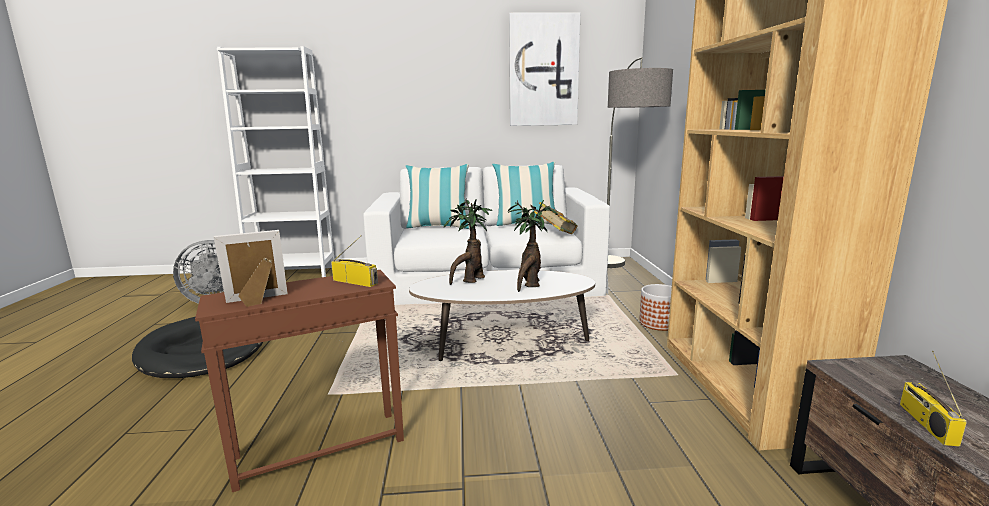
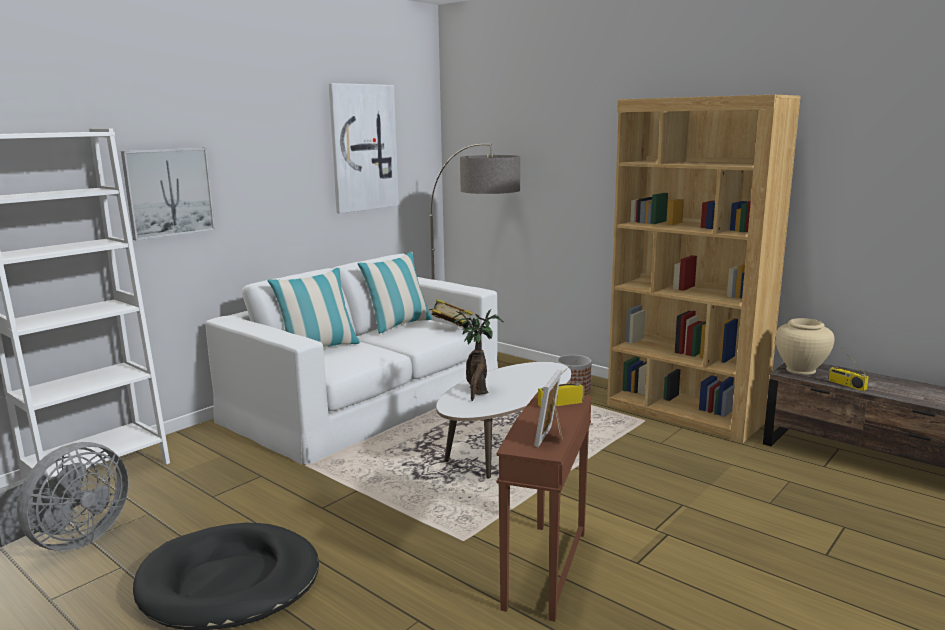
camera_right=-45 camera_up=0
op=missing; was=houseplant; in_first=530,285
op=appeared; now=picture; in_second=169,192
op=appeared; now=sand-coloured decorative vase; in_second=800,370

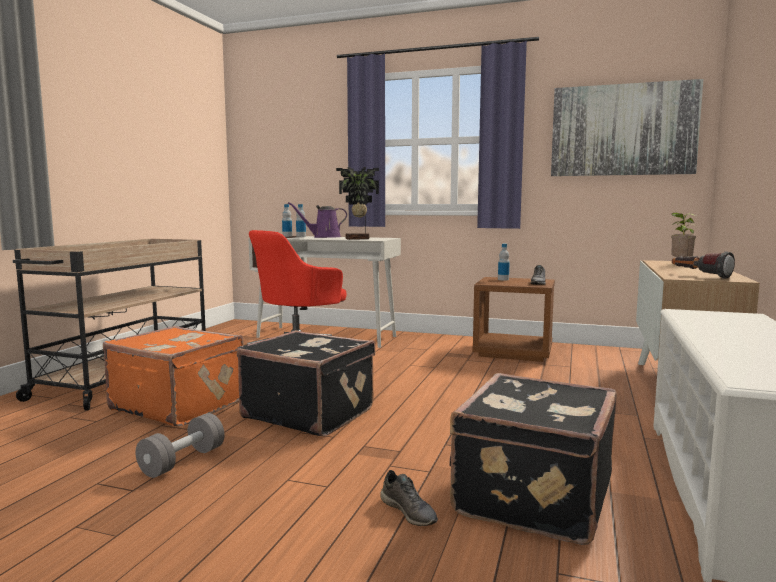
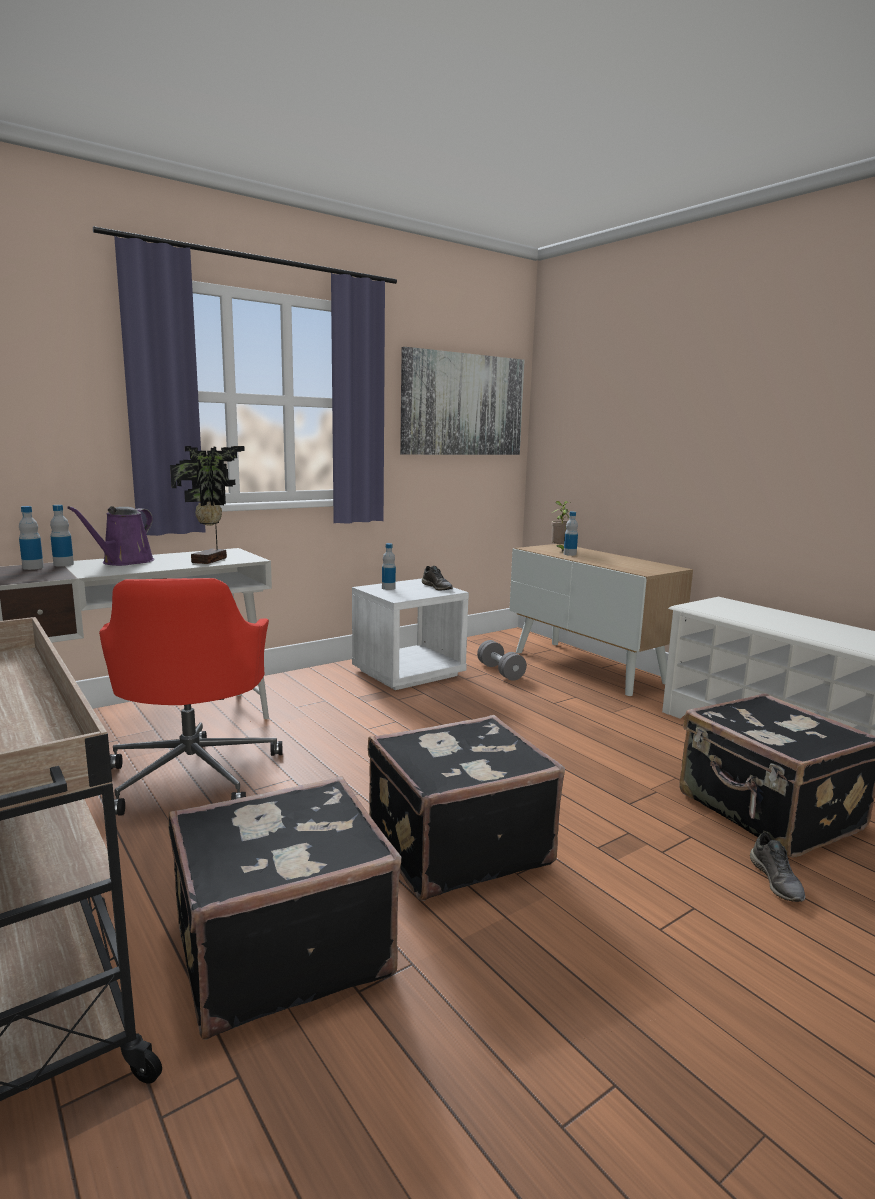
camera_right=-55 camera_up=5
op=colour; was=orange piece of luggage; now=black piece of luggage; in_first=179,405; in_second=279,947
op=relocated; was=greyish free weight; in_first=183,461; in_second=500,671
op=spun; was=greyish item of footwear; in_first=409,512; in_second=777,881; clockwise=90
op=colour; was=brown night table; now=whitish night table; in_first=513,352; in_second=409,673
op=missing; was=hand torch; in_first=700,276
op=appeared; now=bottle; in_second=569,554

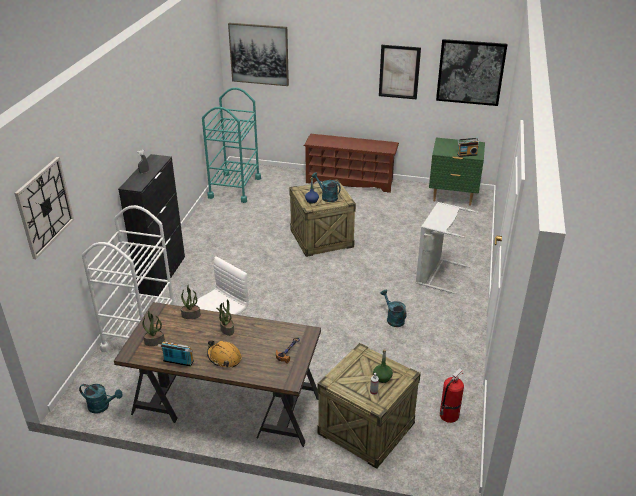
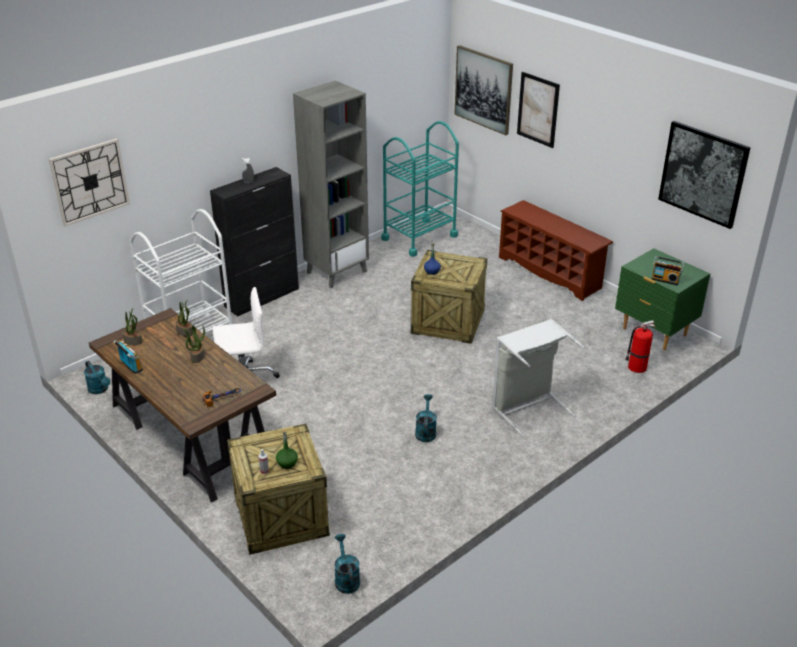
camera_right=35 camera_up=0
op=missing; was=orange safety helmet; in_first=224,357
op=relocated; was=turquoise watering pot; in_first=327,197; in_second=346,578
op=relocated; was=picture; in_first=399,72; in_second=538,109
op=relocated; was=extinguisher; in_first=448,416; in_second=636,367
op=appeared; now=greyish shelving unit; in_second=336,272

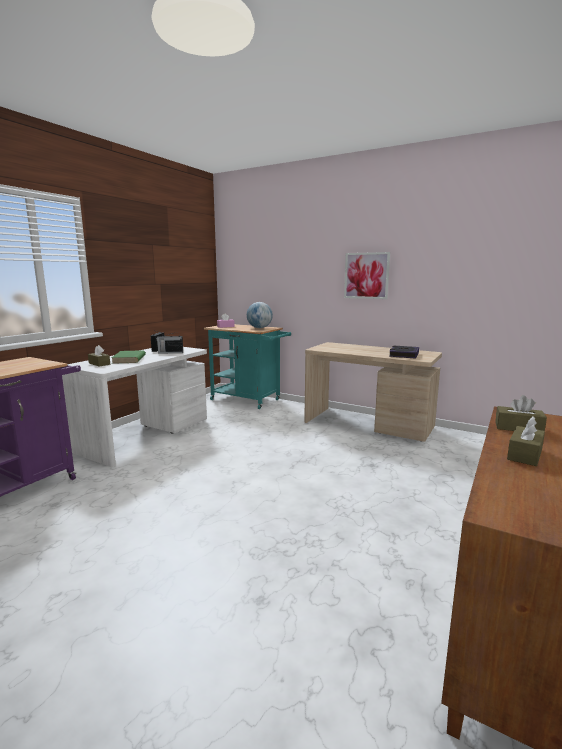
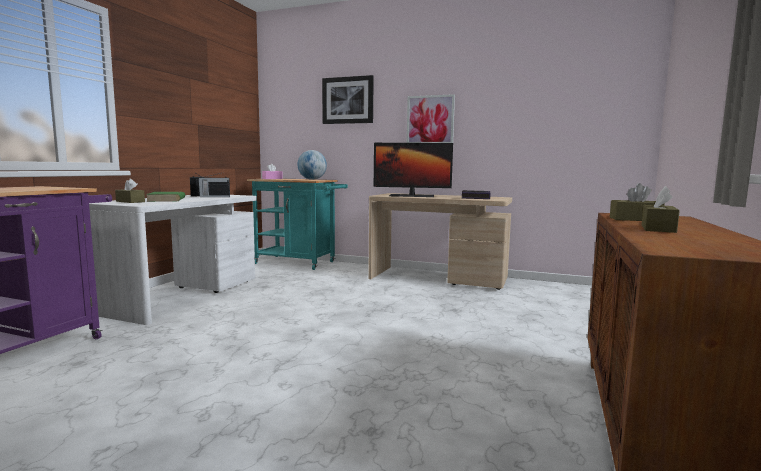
camera_right=-10 camera_up=-5
op=appeared; now=picture; in_second=348,100
op=appeared; now=computer screen; in_second=411,196

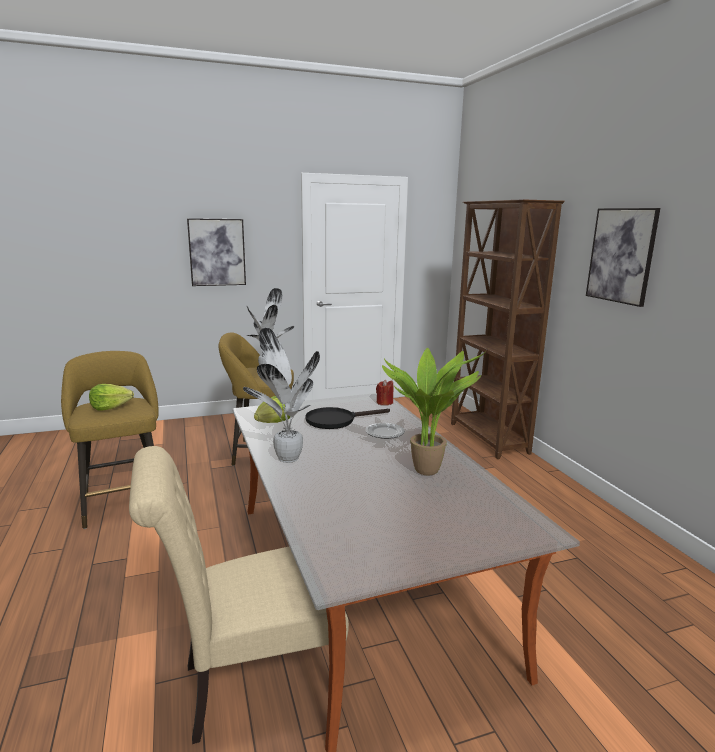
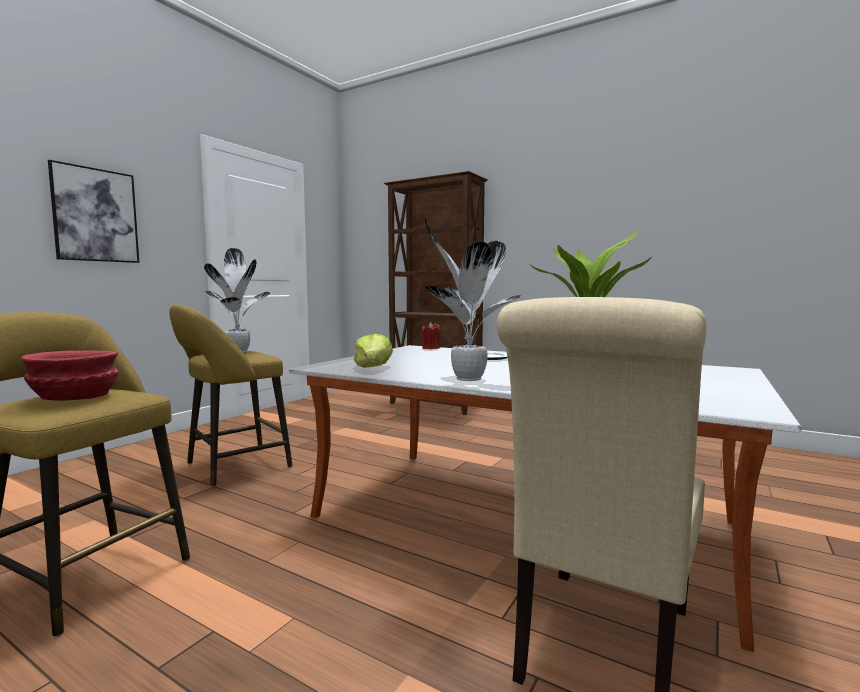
camera_right=-40 camera_up=-10
op=exchanged; was=lettuce head; now=reddish bowl; in_first=110,407; in_second=74,397
op=missing; was=black skillet; in_first=337,420
op=missing; was=picture; in_first=621,255

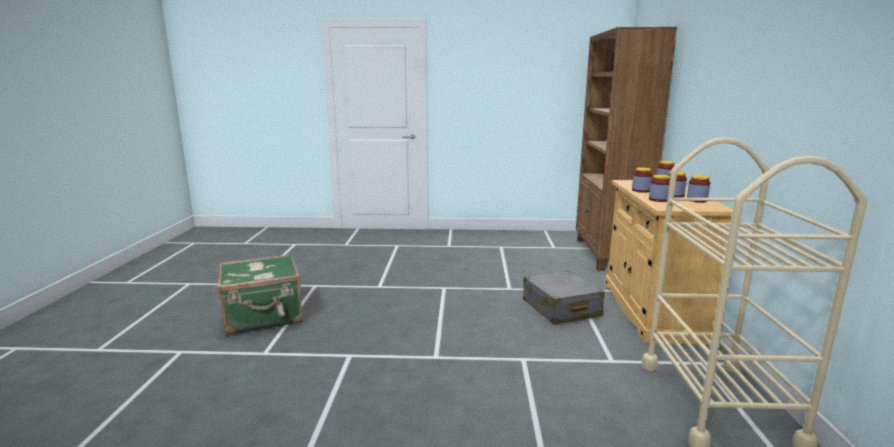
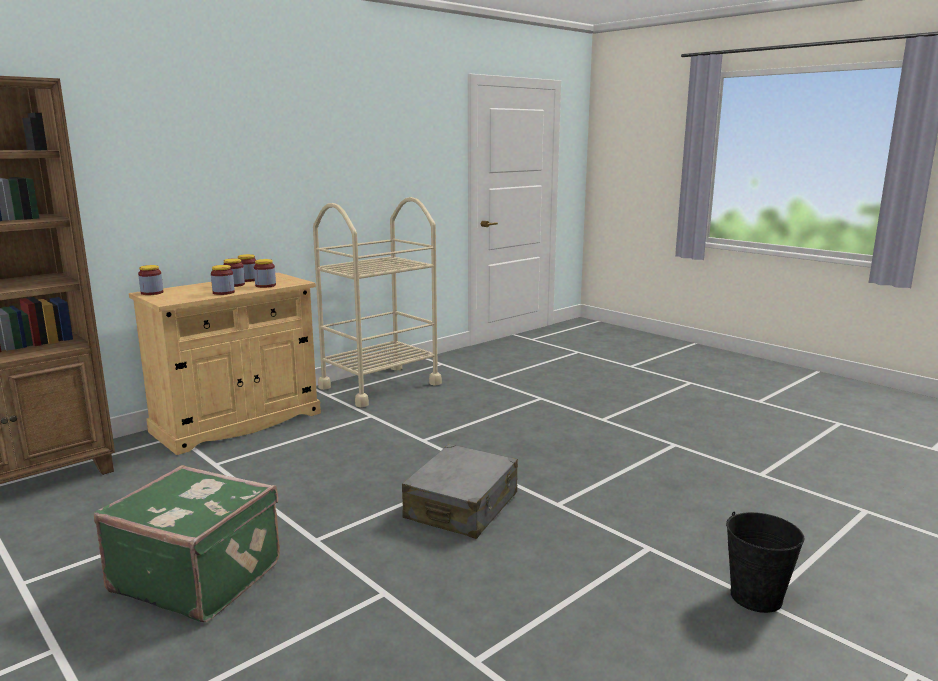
camera_right=-135 camera_up=0
op=relocated; was=green piece of luggage; in_first=264,317; in_second=198,576
op=relocated; was=greyish piece of luggage; in_first=561,308; in_second=462,506
op=appeared; now=black pail; in_second=756,596

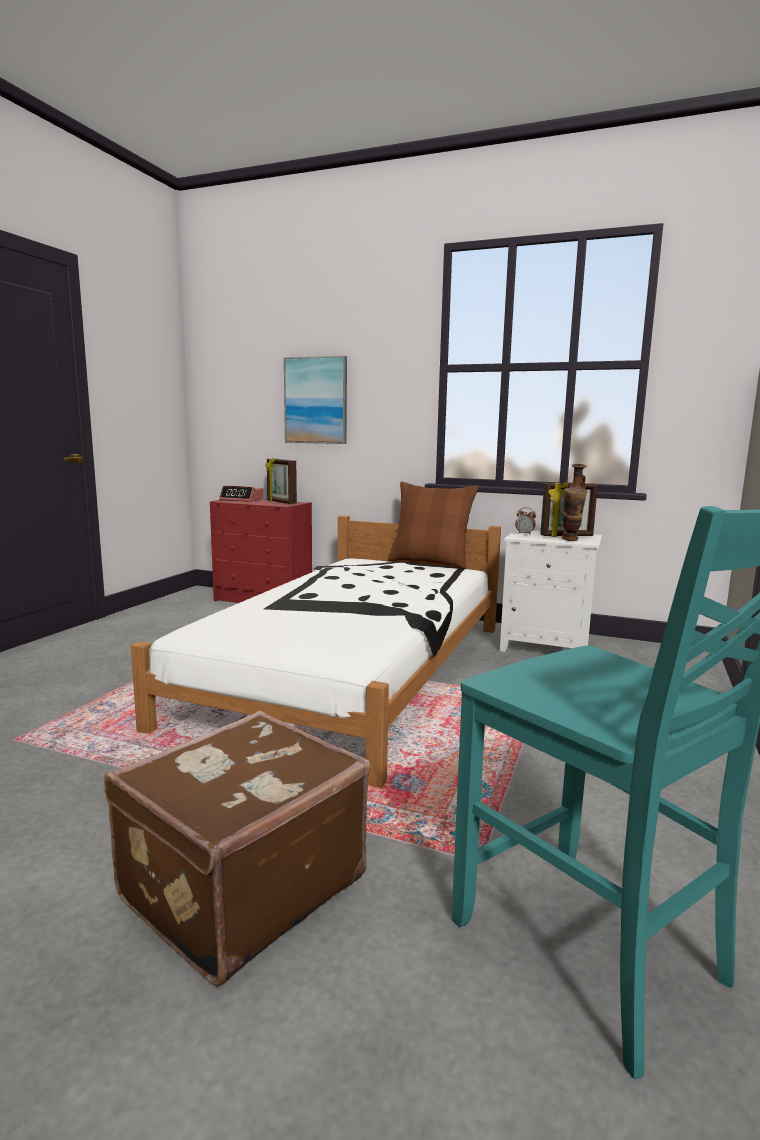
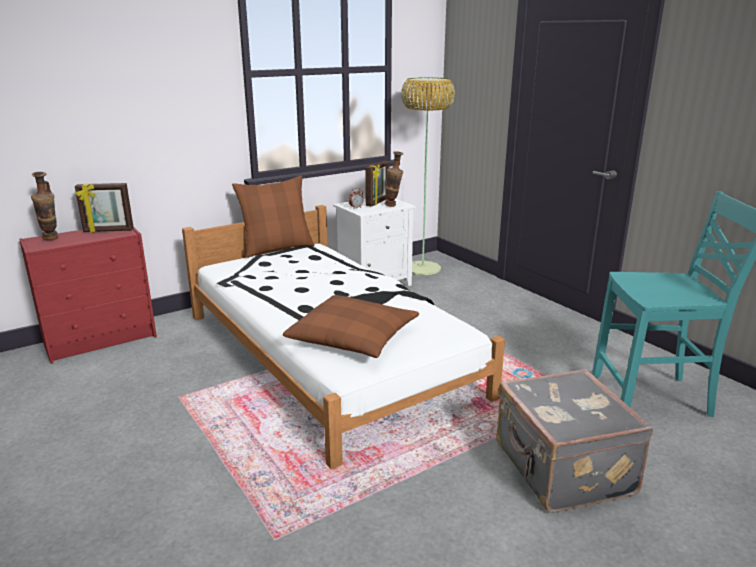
camera_right=-55 camera_up=10
op=colour; was=brown piece of luggage; now=greyish piece of luggage; in_first=239,886; in_second=561,470
op=exchanged; was=alarm clock; now=decorative vase; in_first=242,500; in_second=51,239
op=missing; was=picture; in_first=316,400
op=appeared; now=brown cushion; in_second=353,338
op=appeared; now=standing lamp; in_second=422,268

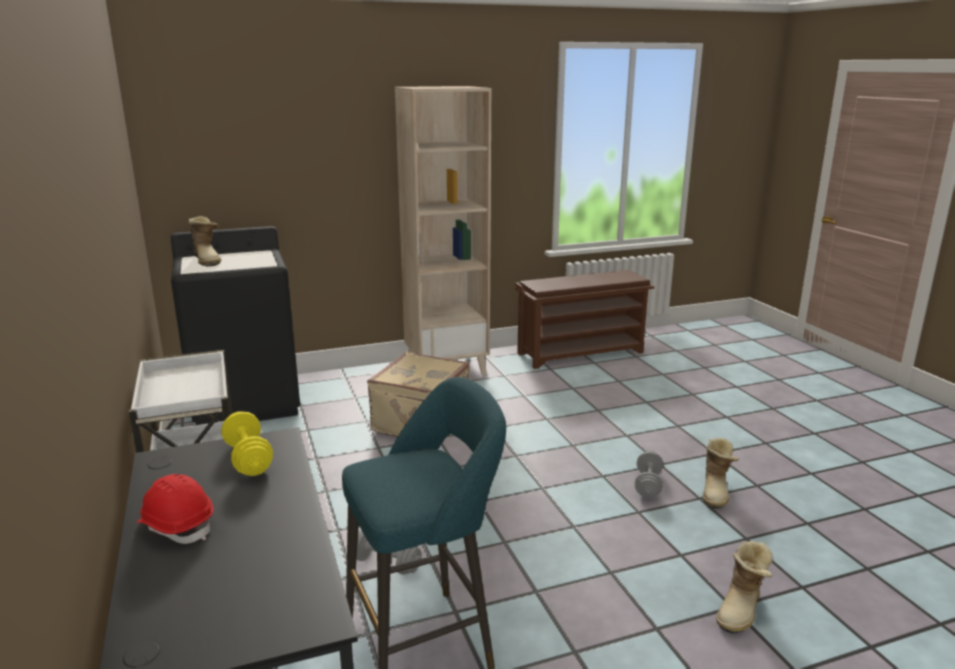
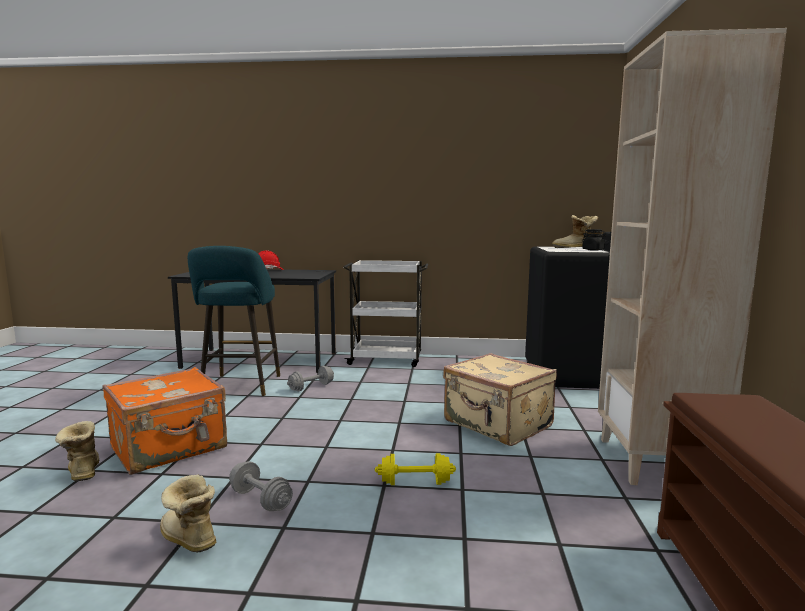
camera_right=115 camera_up=-10
op=relocated; was=yellowish free weight; in_first=248,459; in_second=415,483
op=appeared; now=orange piece of luggage; in_second=170,448
op=appeared; now=black jar; in_second=593,250

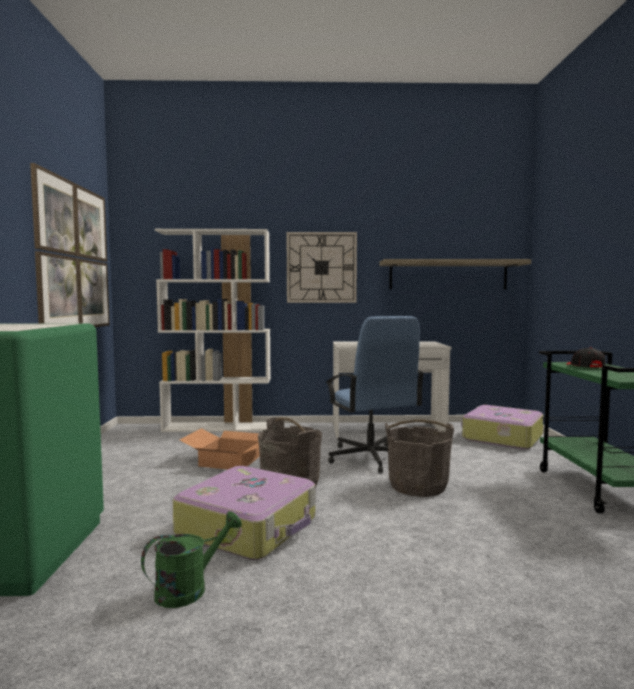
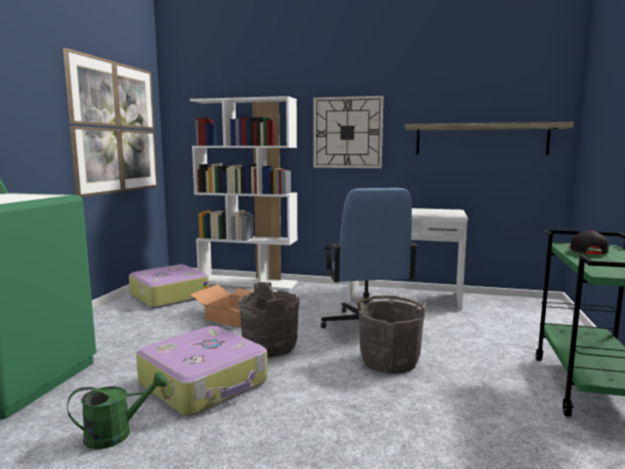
camera_right=15 camera_up=5
op=relocated; was=piece of luggage; in_first=501,437; in_second=168,295

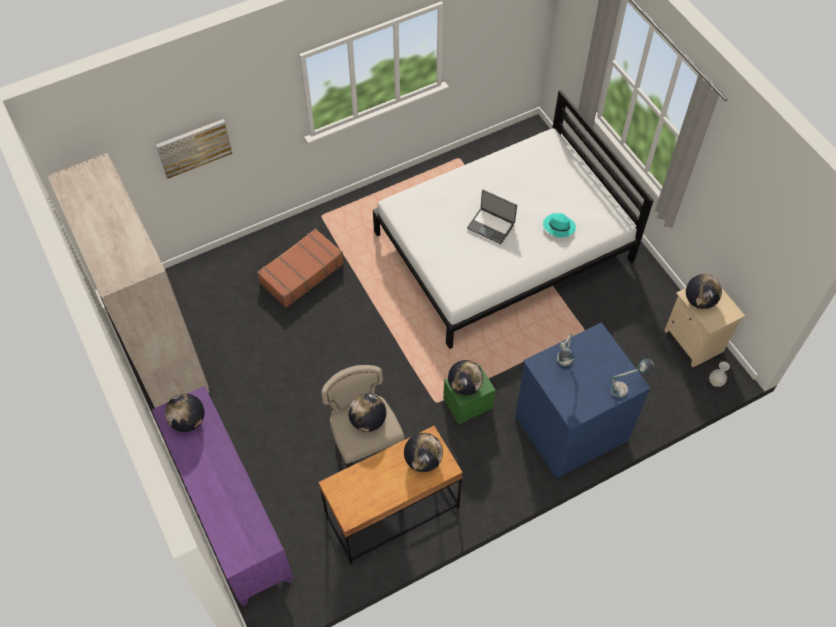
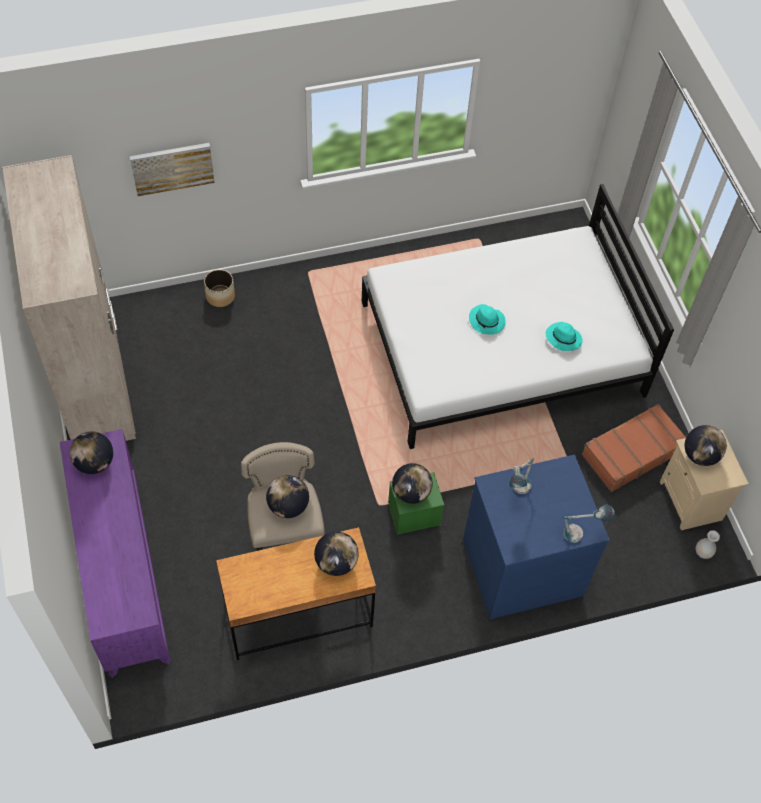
camera_right=10 camera_up=0
op=relocated; was=brown piece of luggage; in_first=301,273; in_second=631,453
op=exchanged; was=notebook computer; now=turquoise hat; in_first=491,226; in_second=487,321
op=appeared; now=flower pot; in_second=220,296

